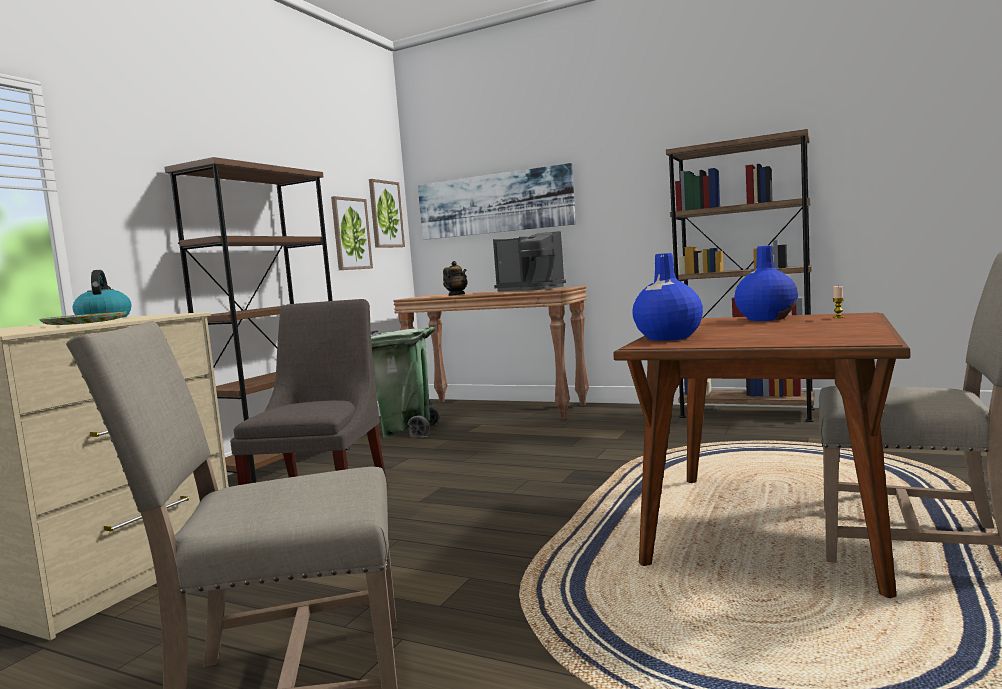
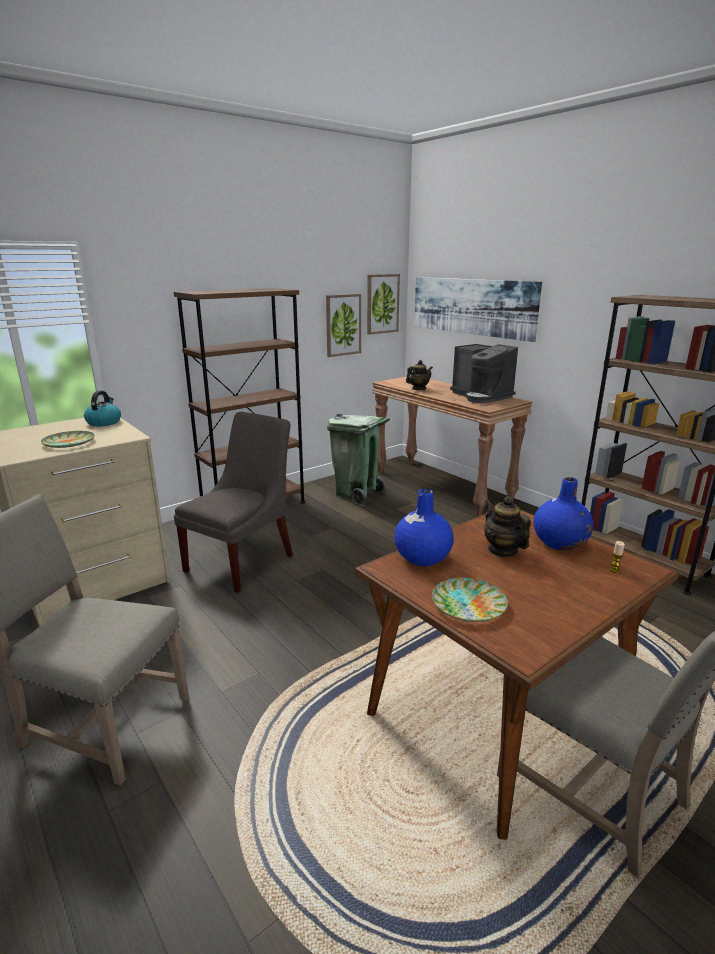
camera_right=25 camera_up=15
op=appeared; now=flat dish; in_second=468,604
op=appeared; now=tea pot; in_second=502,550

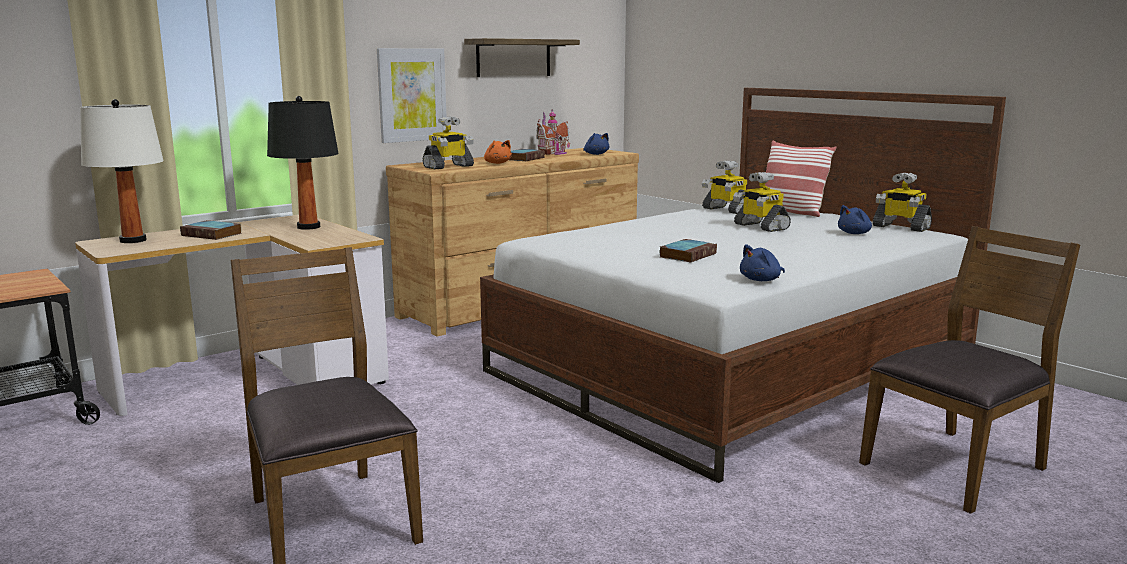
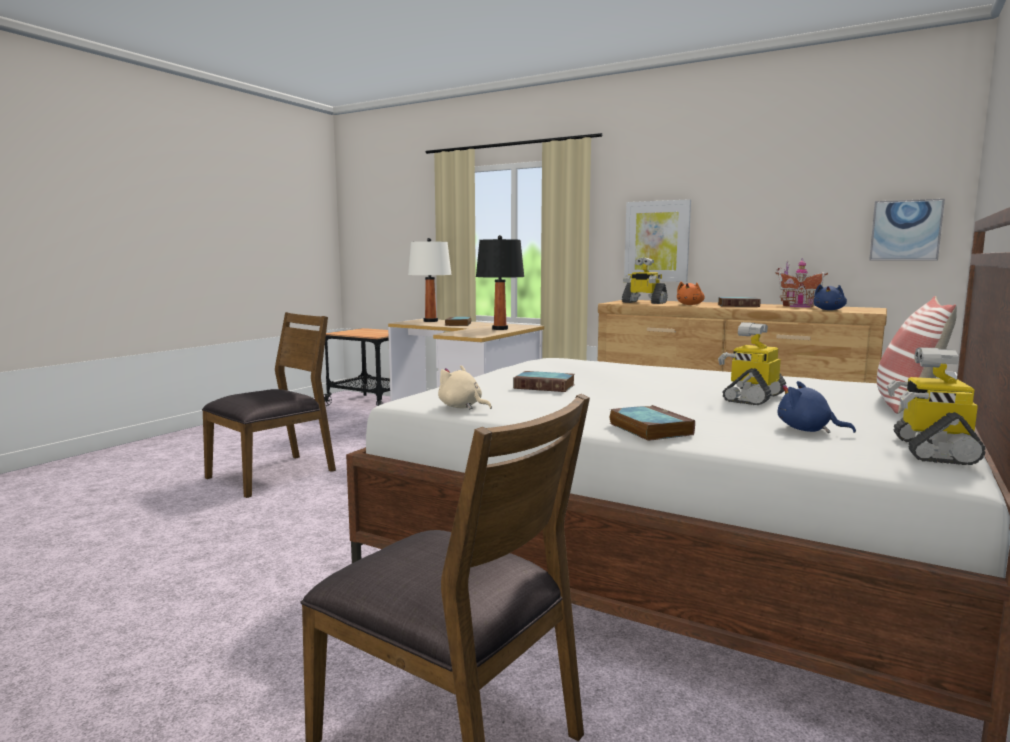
camera_right=70 camera_up=-5
op=missing; was=bracket shelf; in_first=513,58
op=missing; was=robot figure; in_first=726,210
op=colour; was=blue-coloured soft toy; now=sand-coloured soft toy; in_first=761,280; in_second=462,407
op=appeared; now=bound book; in_second=648,428
op=appeared; now=picture; in_second=905,230

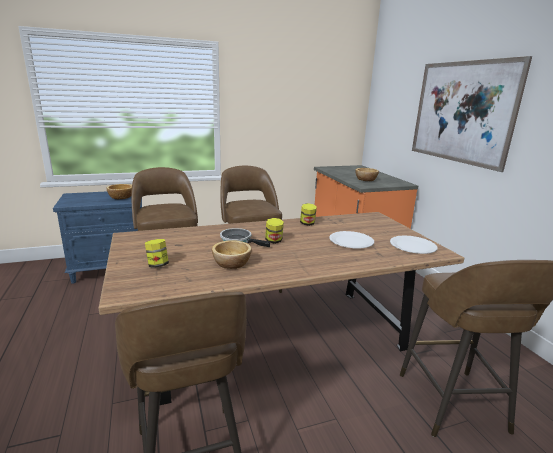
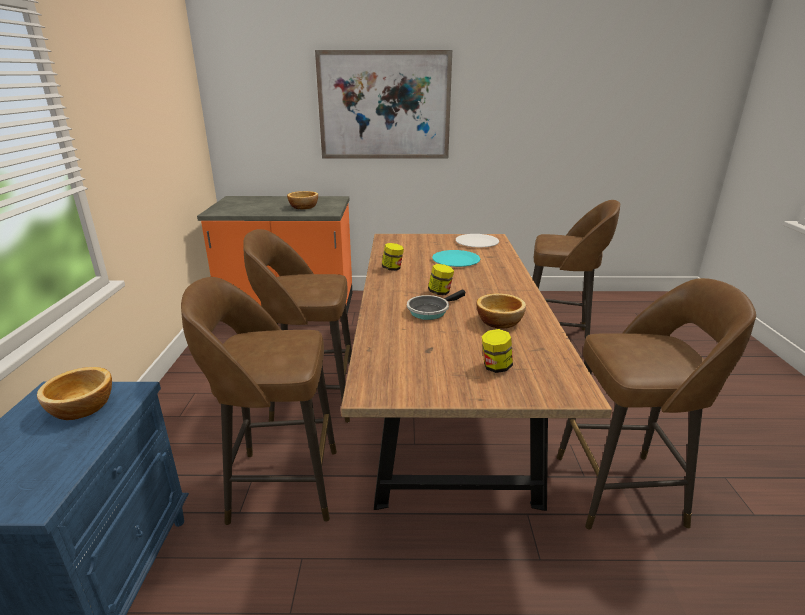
camera_right=-70 camera_up=5
op=colour; was=whitish flat dish; now=turquoise flat dish; in_first=351,241; in_second=455,260

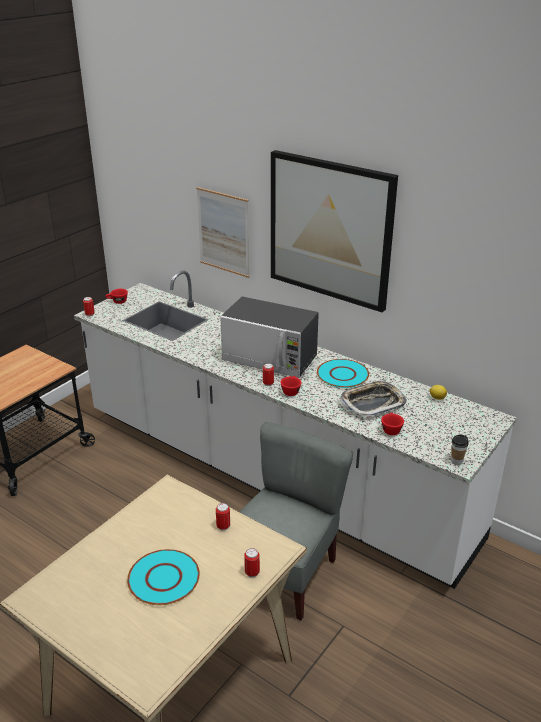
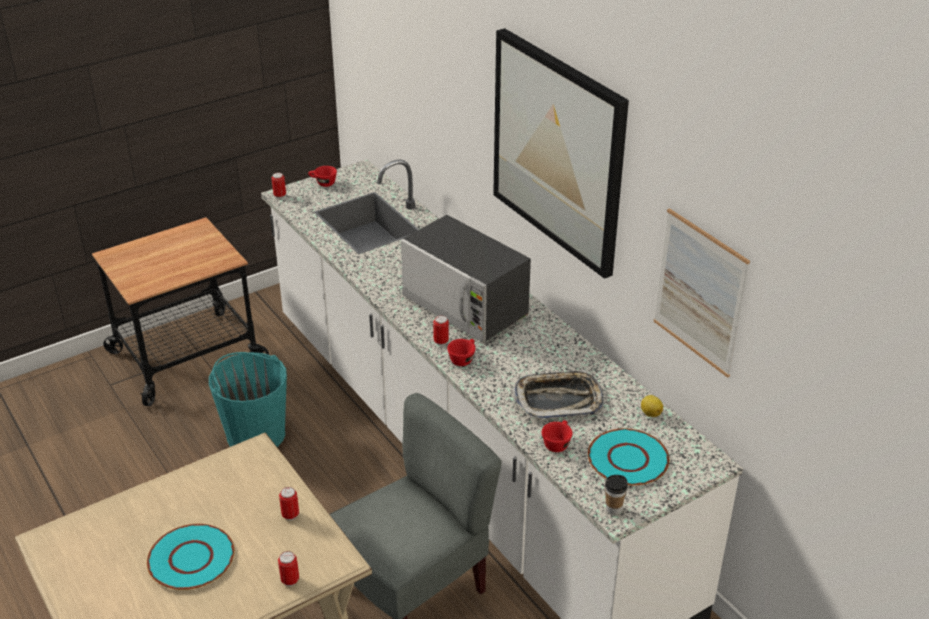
camera_right=20 camera_up=5
op=relocated; was=picture; in_first=223,232; in_second=699,292
op=relocated; was=turquoise flat dish; in_first=343,375; in_second=628,459
op=appeared; now=turquoise pail; in_second=255,434

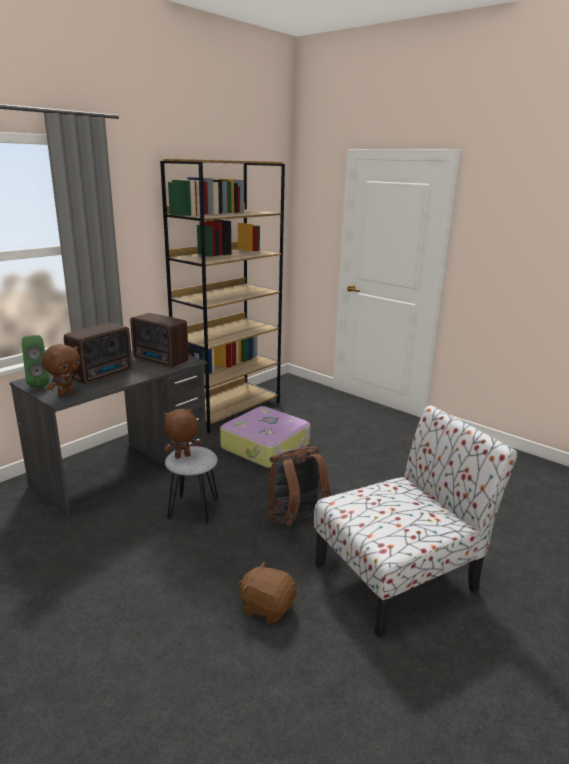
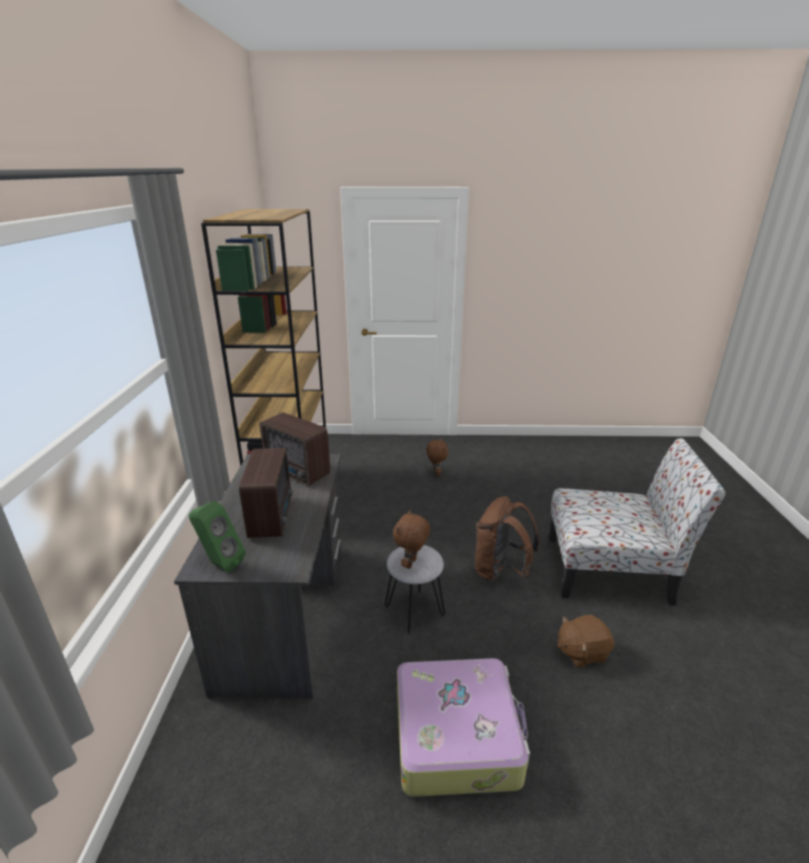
camera_right=-40 camera_up=5
op=relocated; was=brown soft toy; in_first=66,394; in_second=436,473
op=spun; was=radio; in_first=161,361; in_second=297,473; clockwise=45
op=relocated; was=piece of luggage; in_first=266,447; in_second=457,734
op=spun; was=upright chair; in_first=399,576; in_second=611,570; clockwise=75

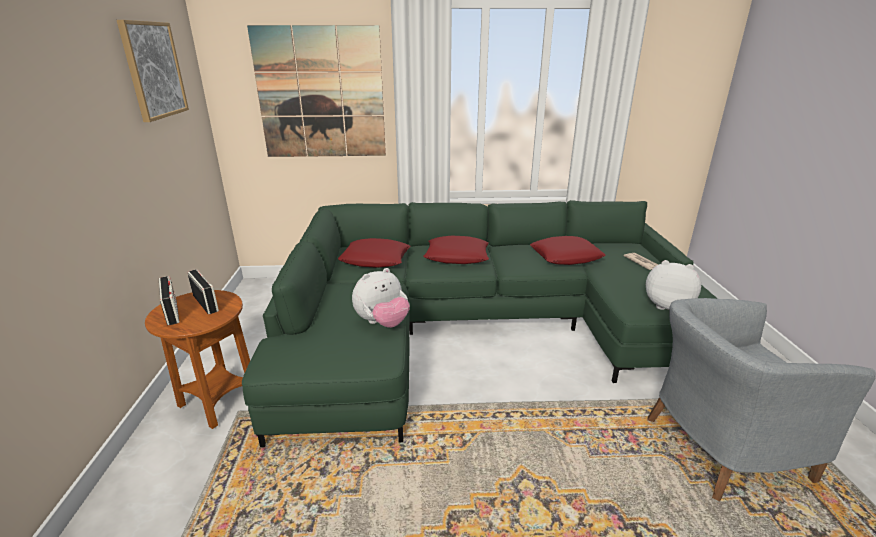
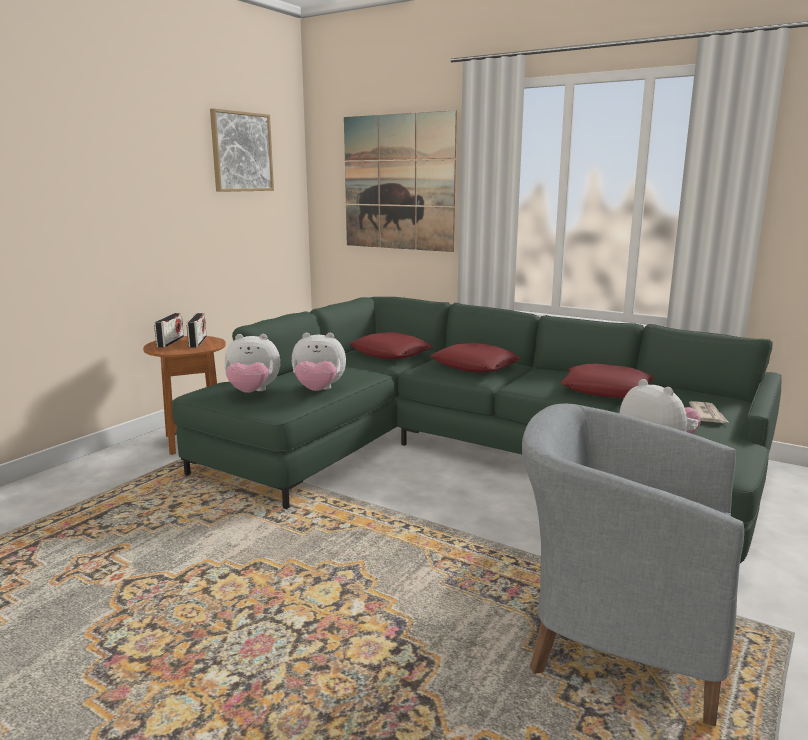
camera_right=35 camera_up=-10
op=appeared; now=soft toy; in_second=252,392

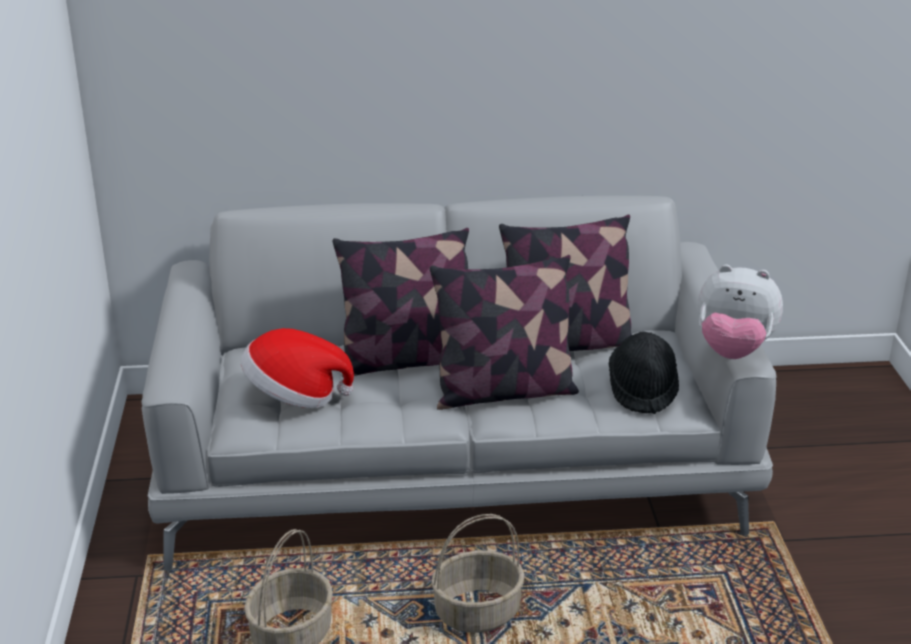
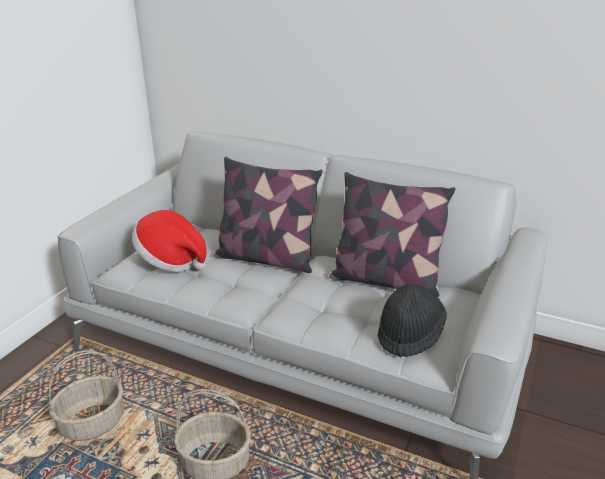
camera_right=30 camera_up=0
op=missing; was=cushion; in_first=504,392
op=missing; was=soft toy; in_first=733,351

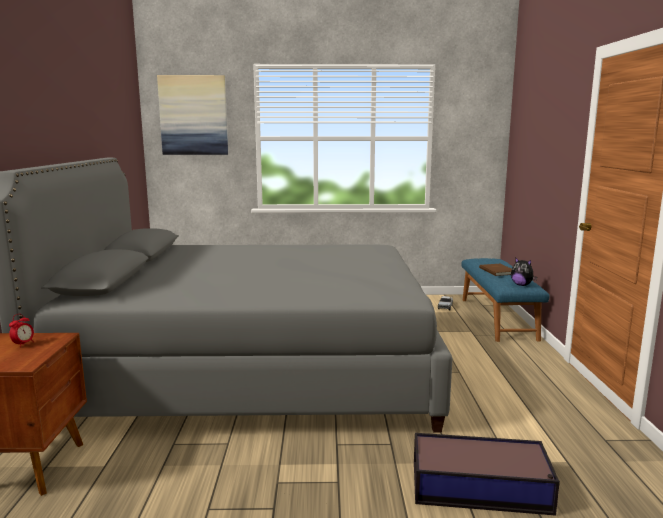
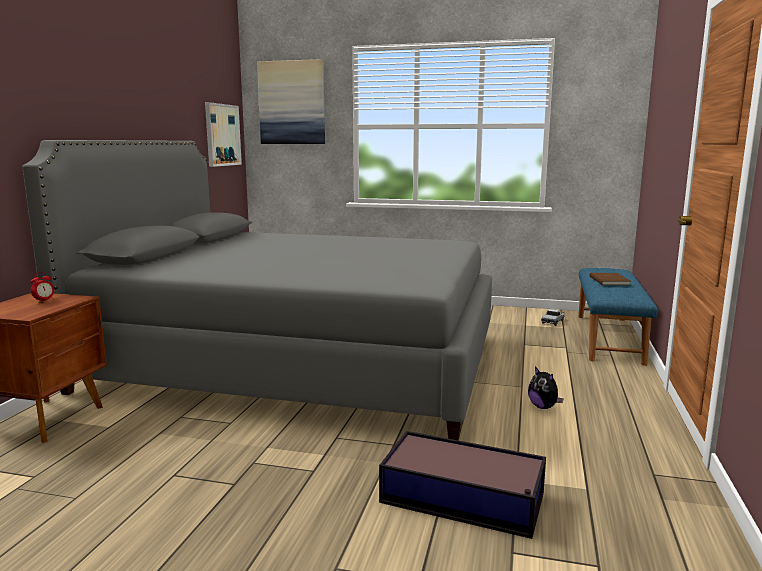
camera_right=15 camera_up=0
op=relocated; was=soft toy; in_first=521,285; in_second=543,407
op=appeared; now=picture; in_second=222,135

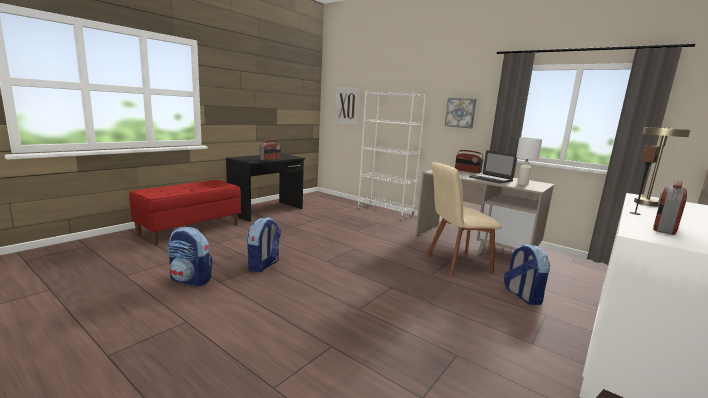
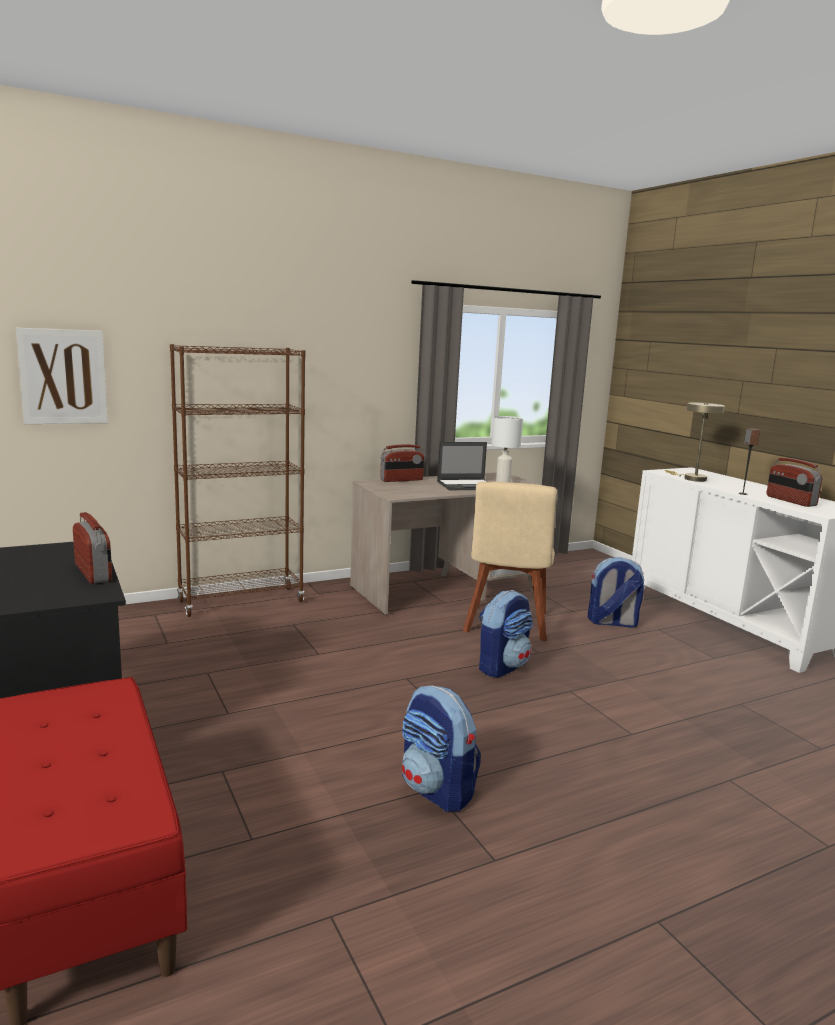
camera_right=-65 camera_up=0
op=relocated; was=rucksack; in_first=191,280; in_second=502,667
op=colour; was=whitish shelving unit; now=brown shelving unit; in_first=385,212; in_second=241,601
op=missing; was=picture; in_first=460,112

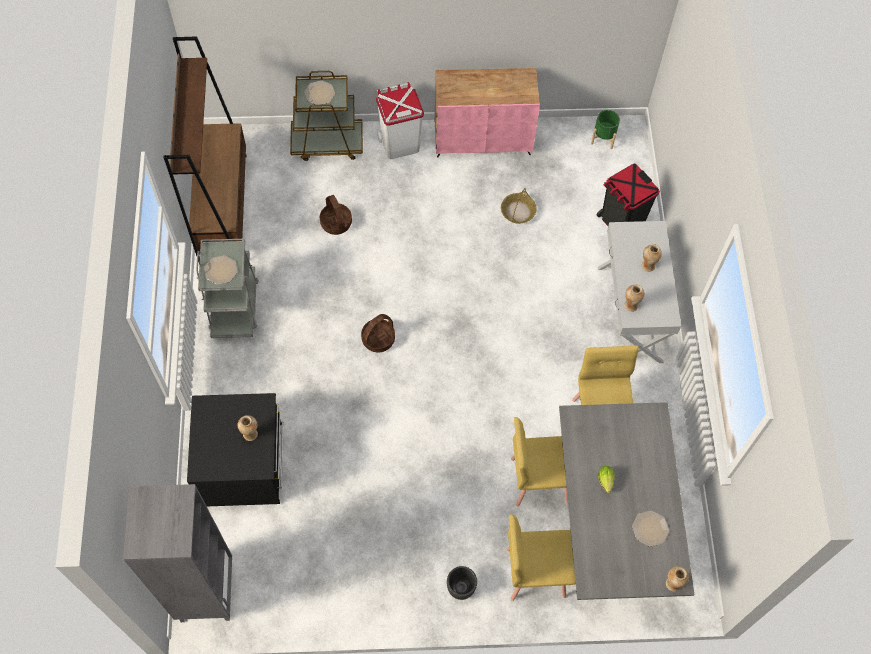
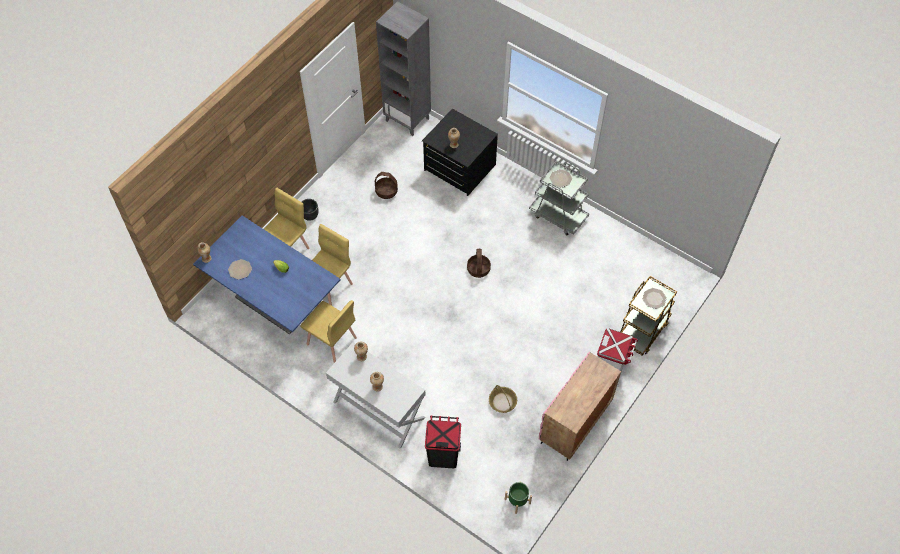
camera_right=130 camera_up=-5
op=missing; was=brown shelving unit; in_first=223,208
op=relocated; was=household basket; in_first=336,223; in_second=386,191
op=colour; was=greyish kitchen table; now=blue-coloured kitchen table; in_first=610,524; in_second=274,302

